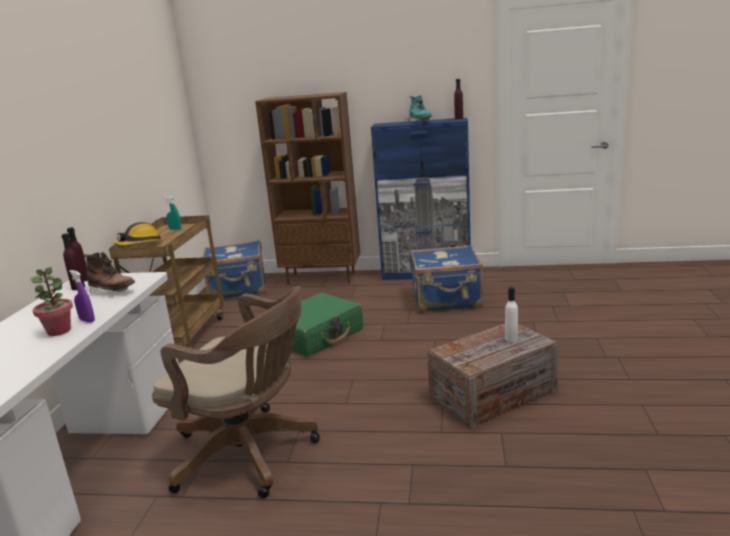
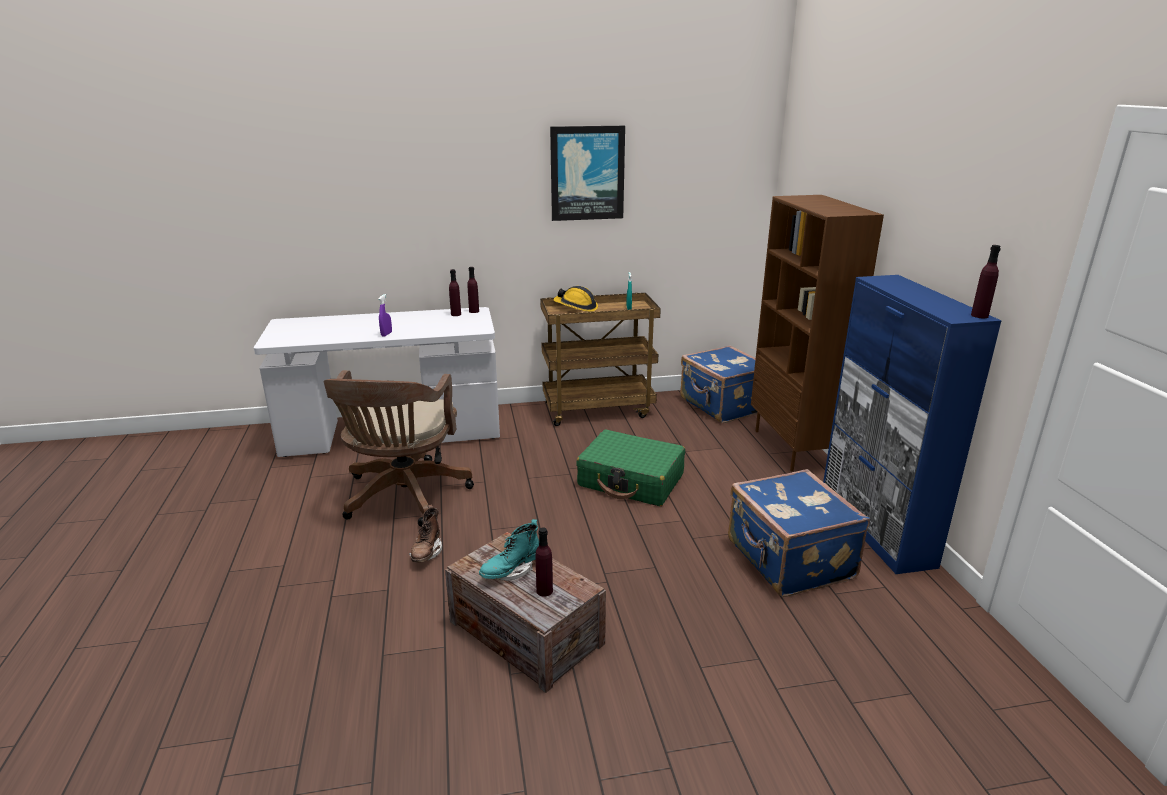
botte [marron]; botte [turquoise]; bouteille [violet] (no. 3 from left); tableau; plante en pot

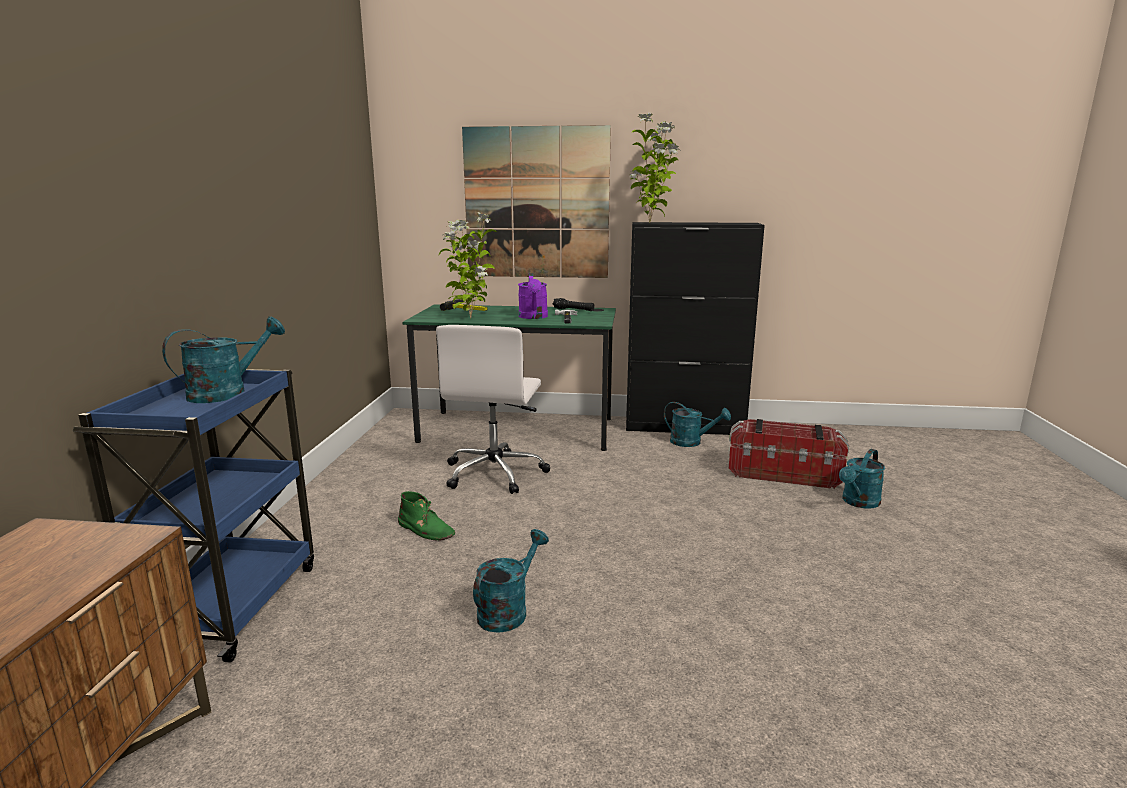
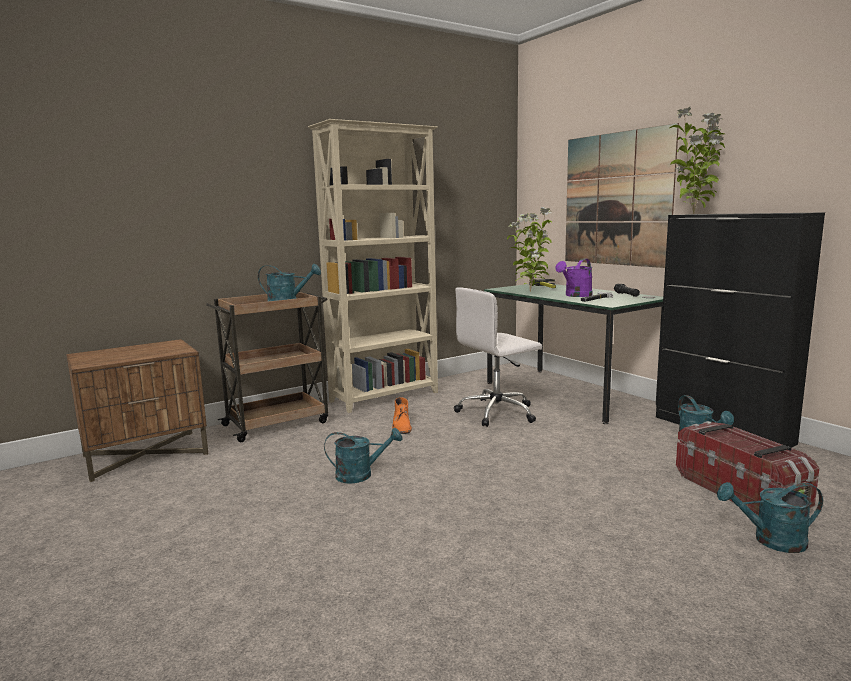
chariot [marron]; bibliothèque [beige]; botte [orange]

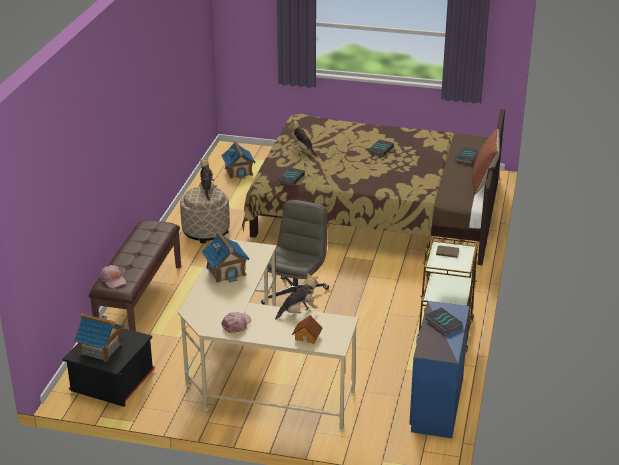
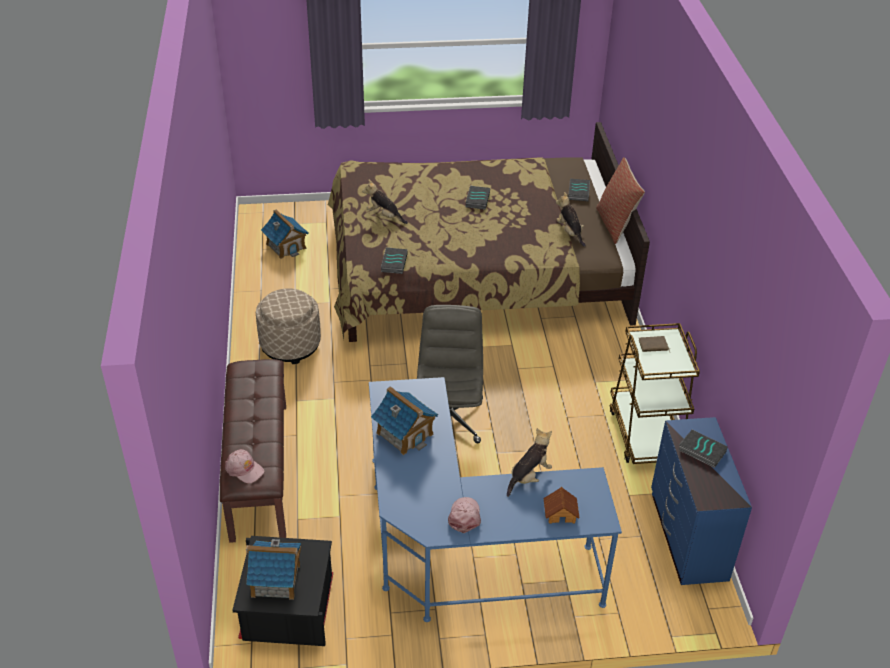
bureau [bleu]; peluche (no. 3 from left)

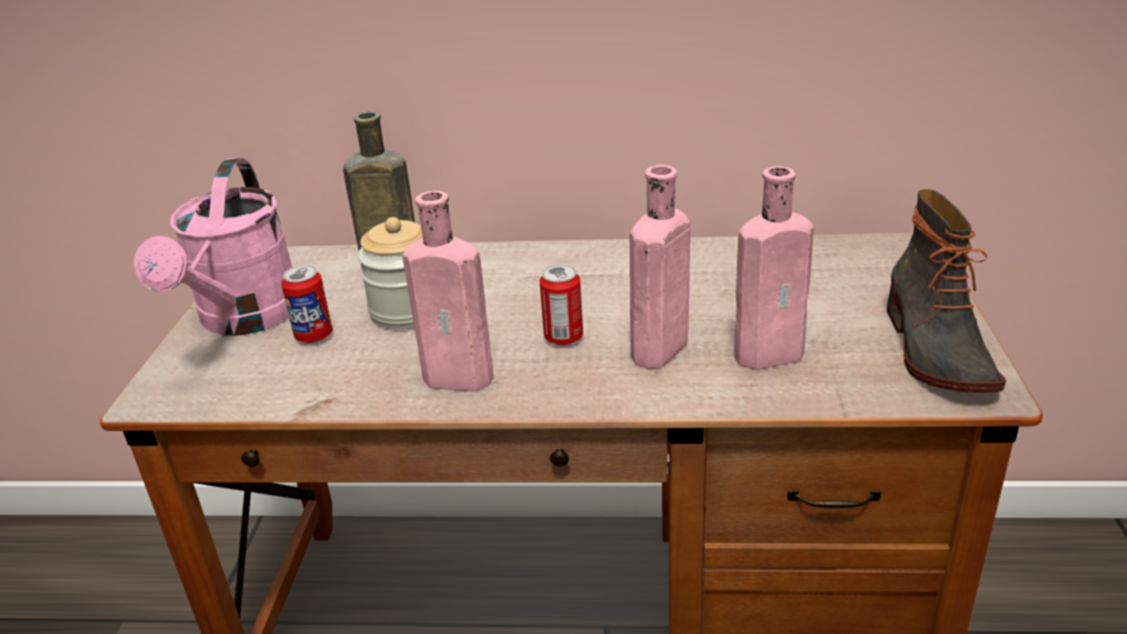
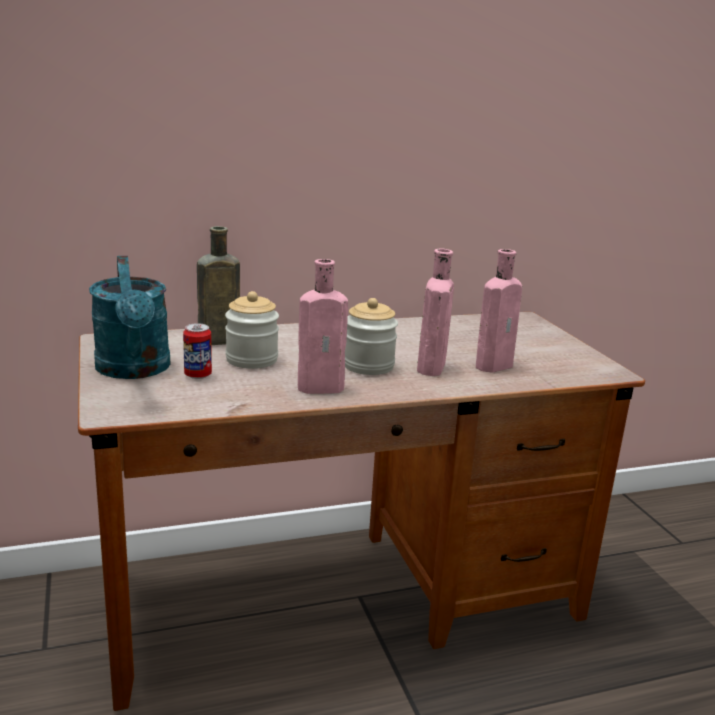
arrosoir [turquoise]; bocal (no. 2 from left); botte

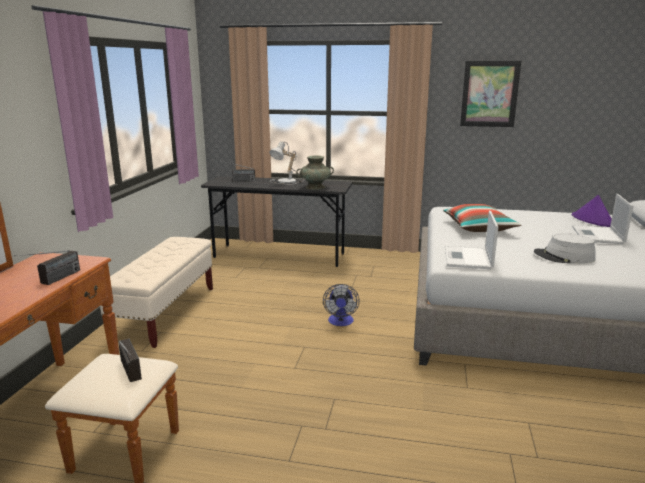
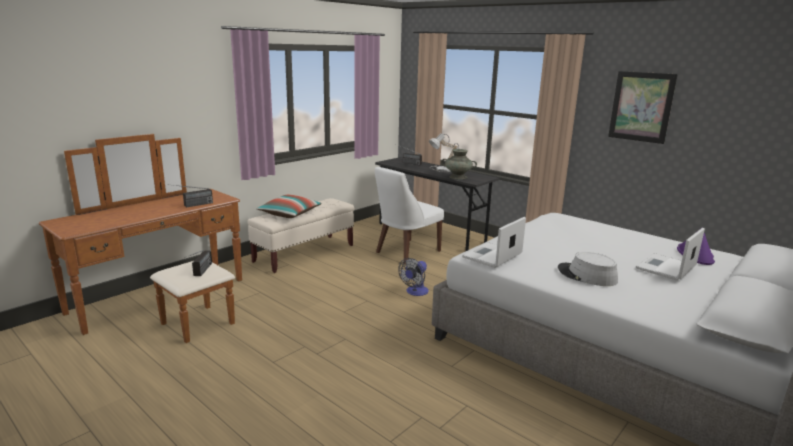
coussin; chaise [blanc]

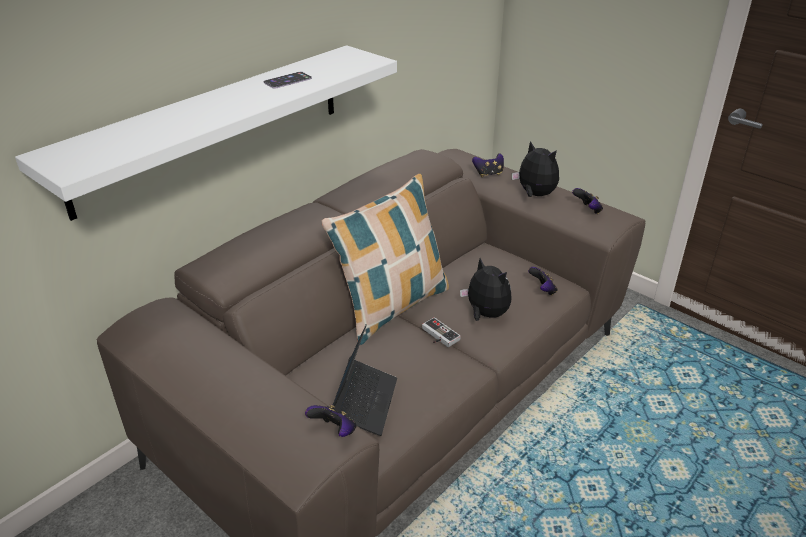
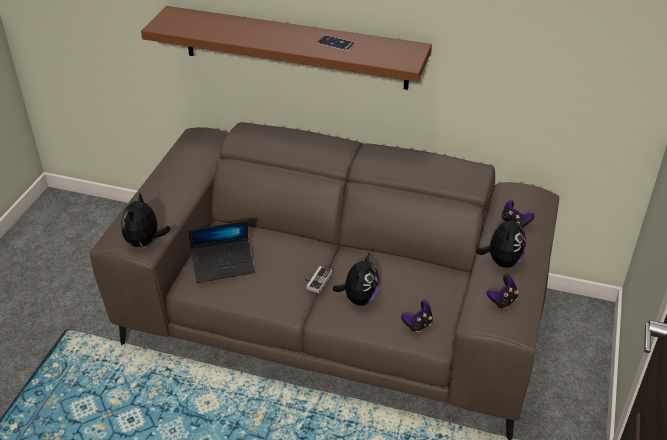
peluche (no. 1 from left); étagère [marron]; coussin

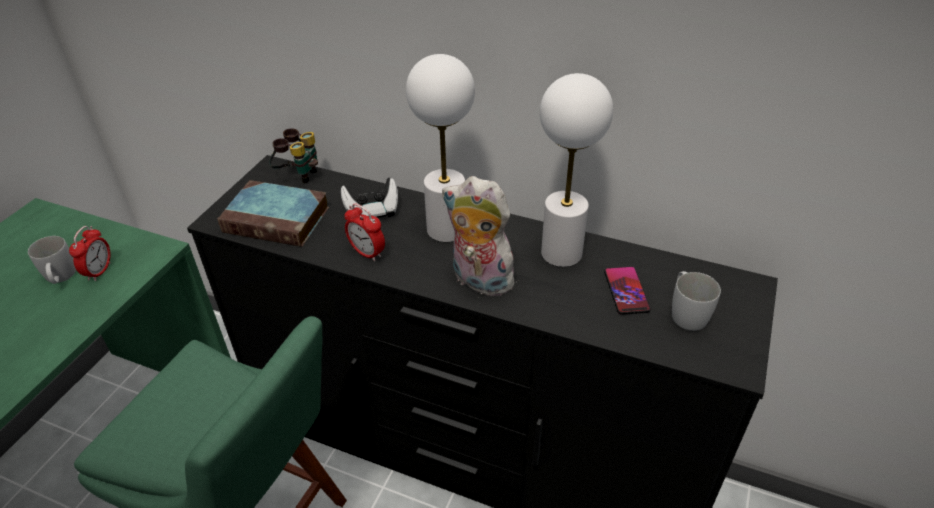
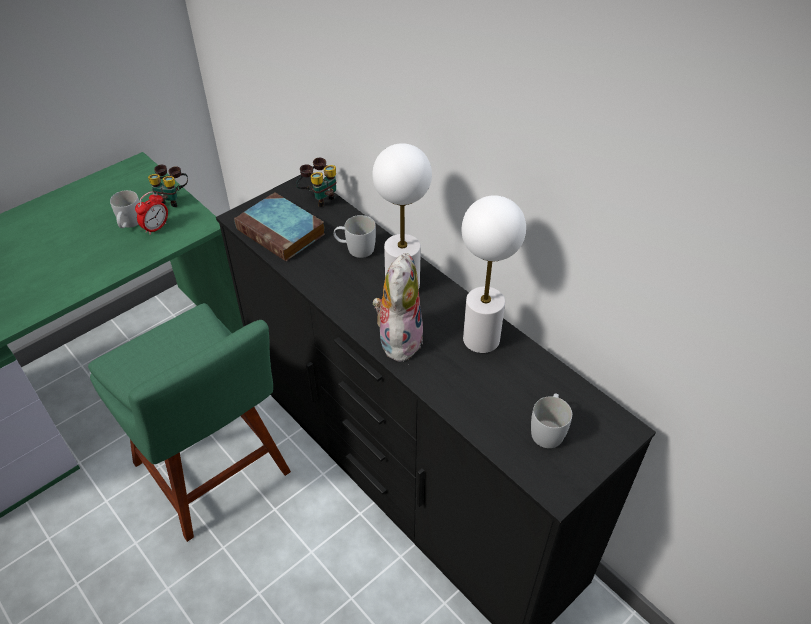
jumelles (no. 1 from left); mug [blanc] (no. 2 from left); peluche; réveil (no. 2 from left in the first image); téléphone

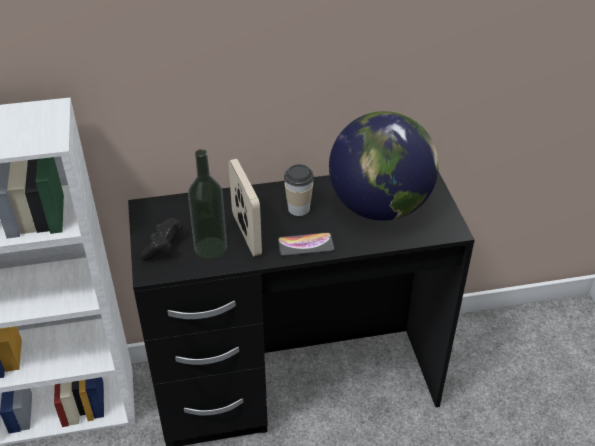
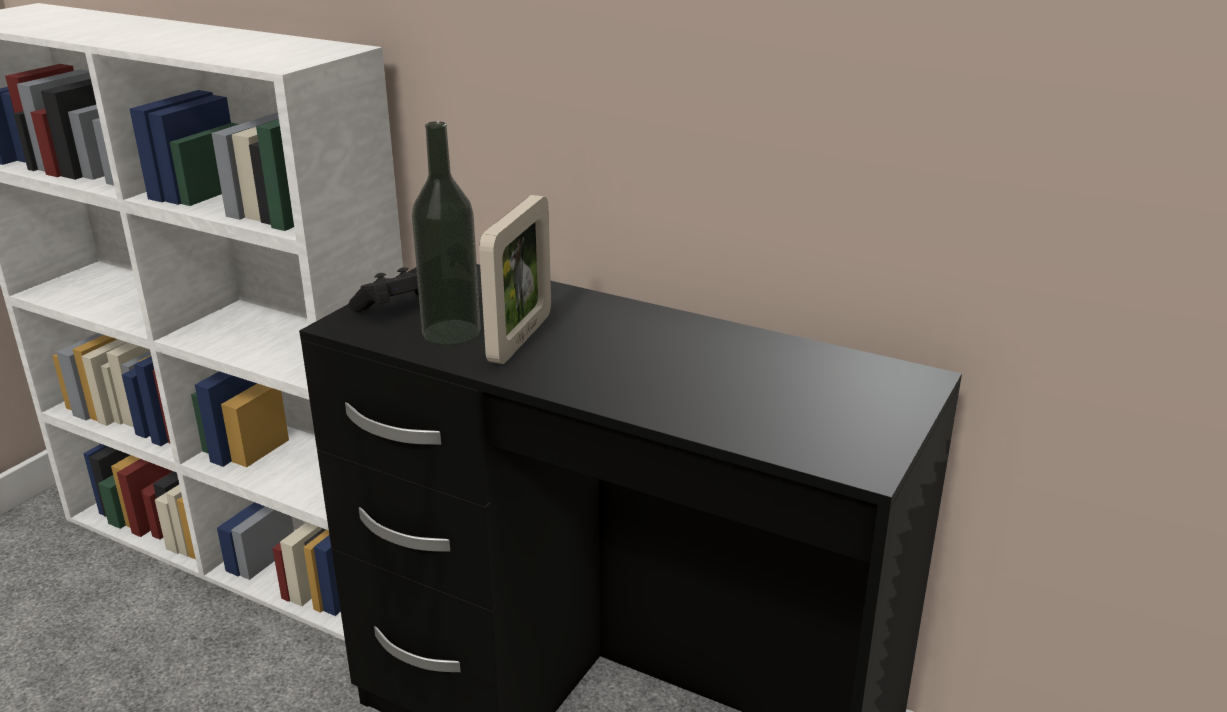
téléphone; tasse; globe

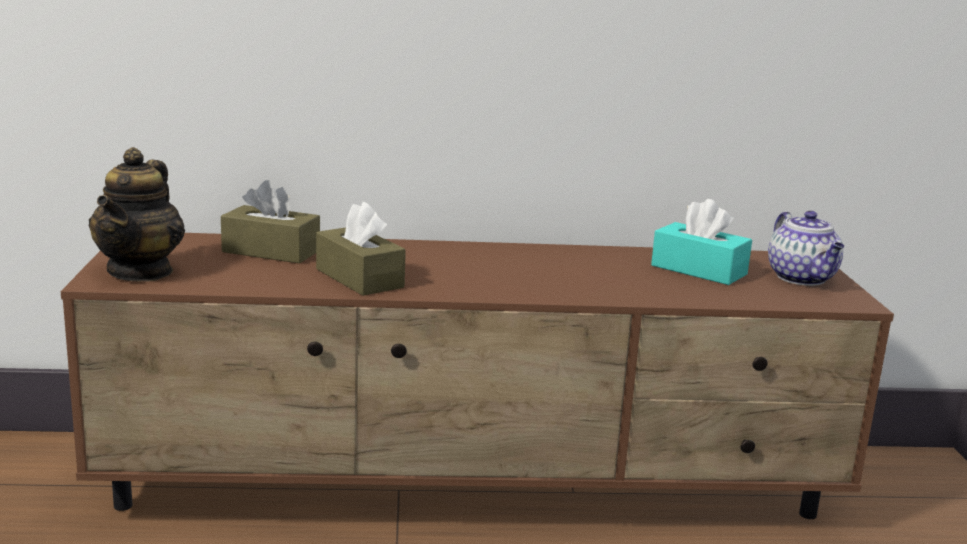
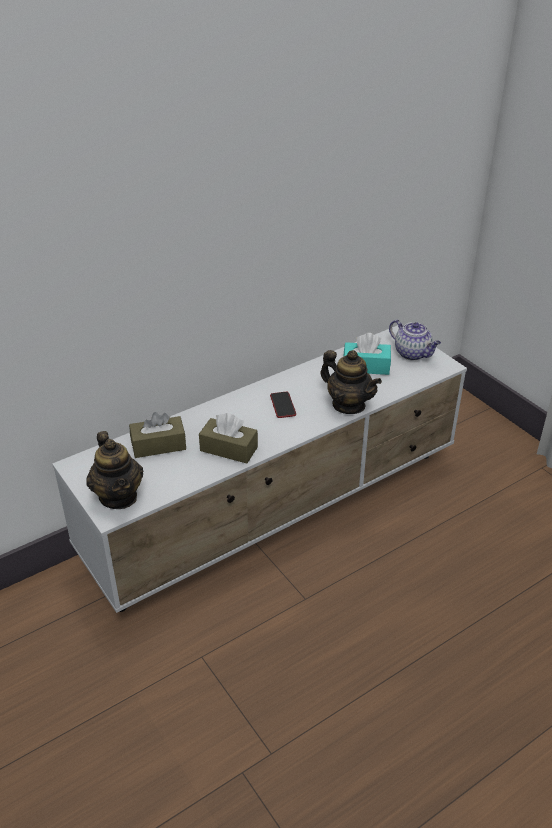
meuble télé [blanc]; téléphone; théière (no. 2 from left)

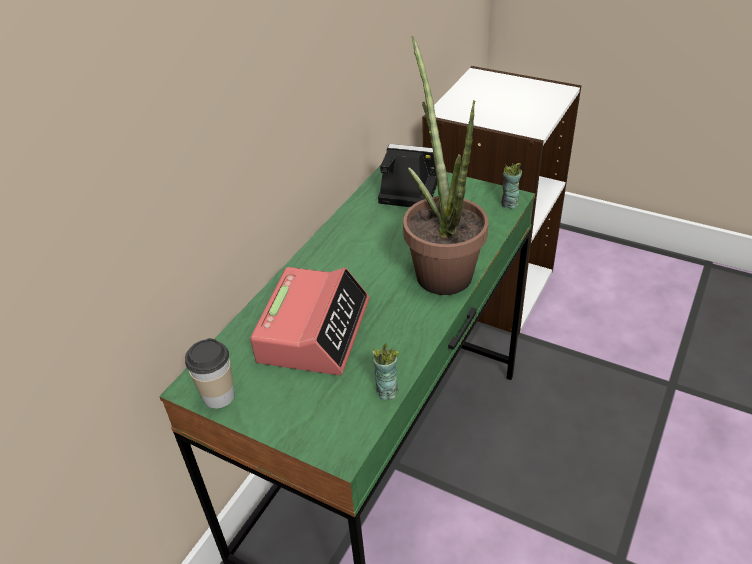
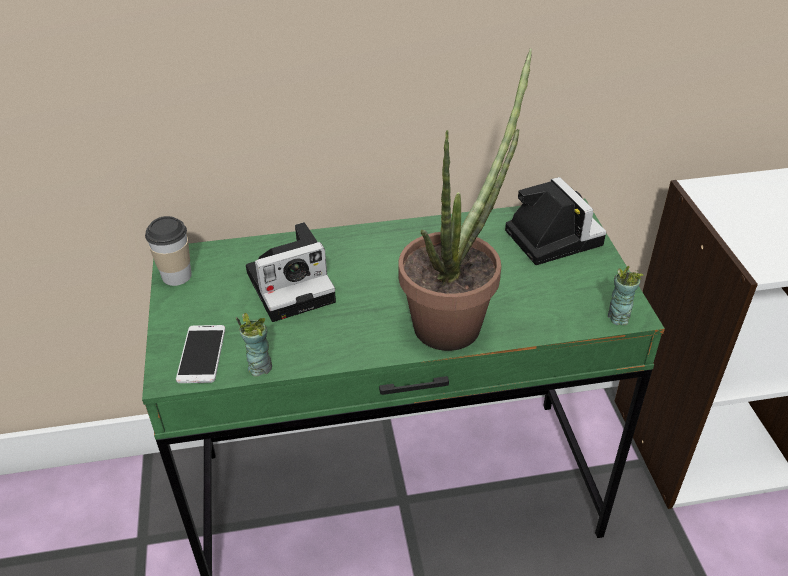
téléphone; appareil photo (no. 1 from left)

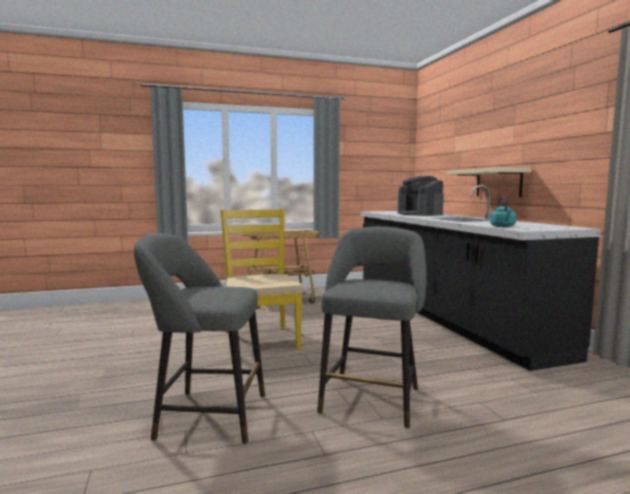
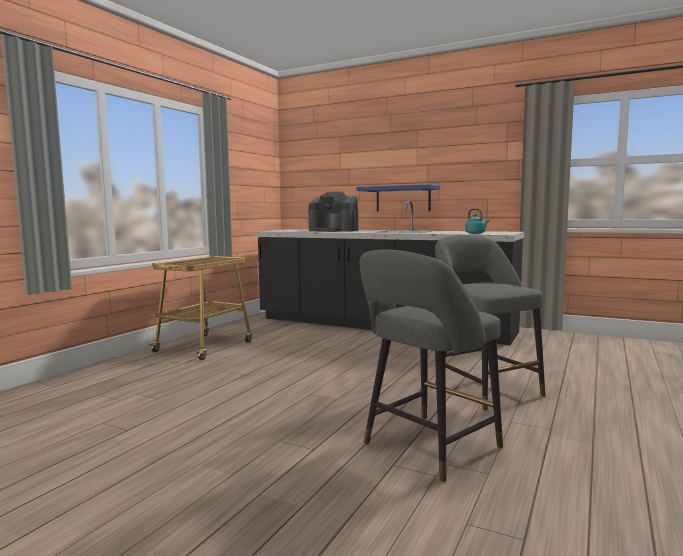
étagère [bleu]; chaise [jaune]

